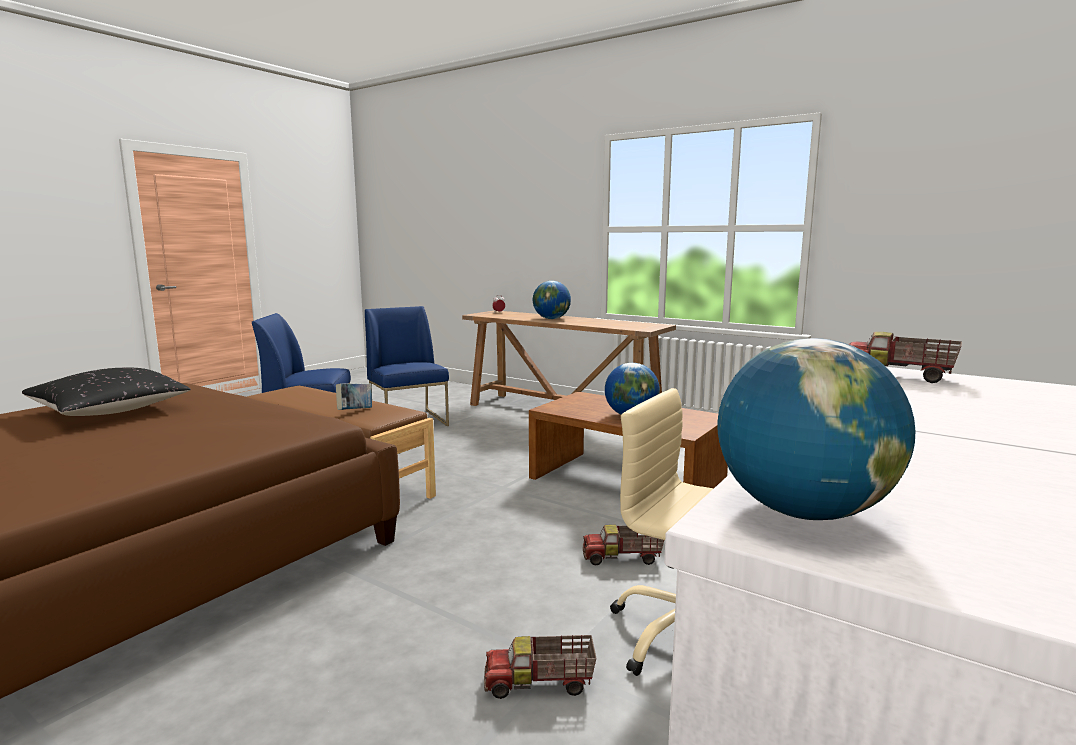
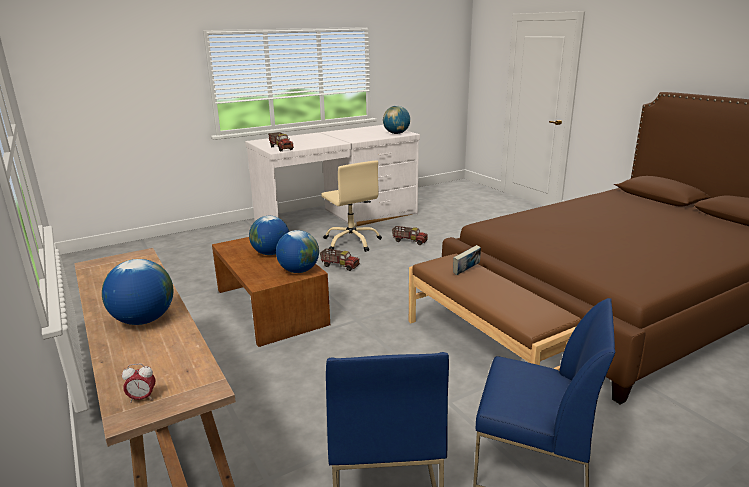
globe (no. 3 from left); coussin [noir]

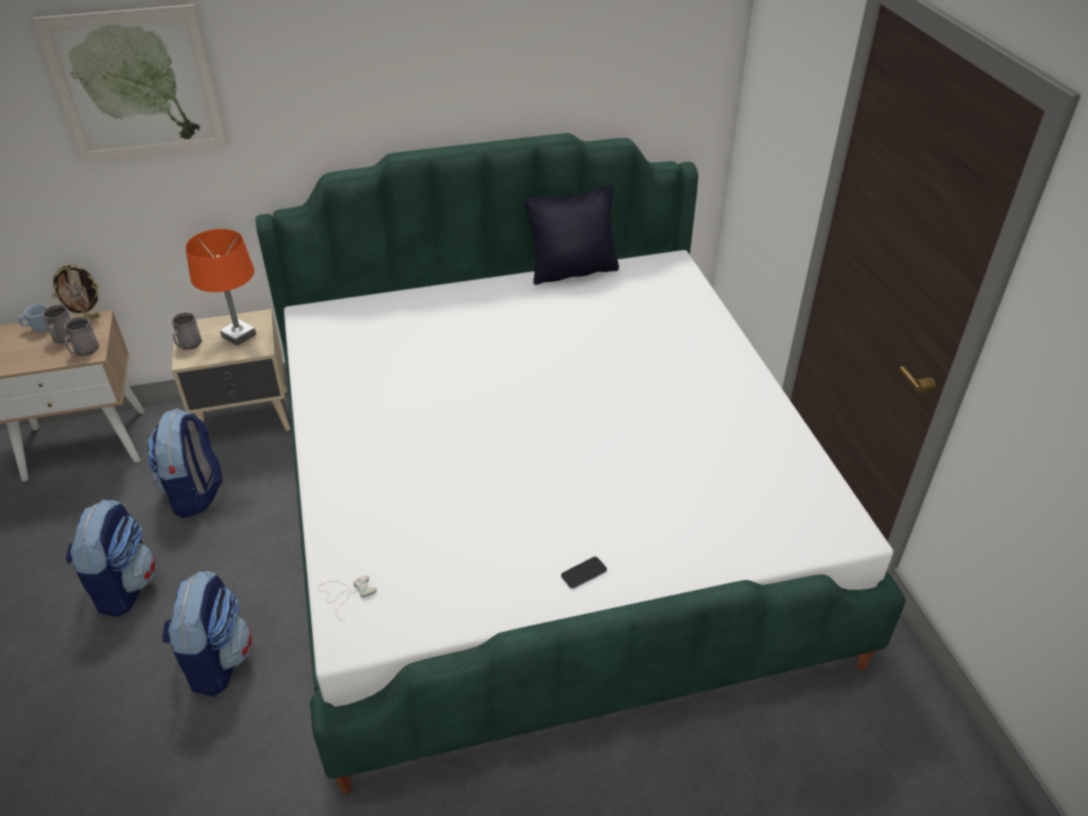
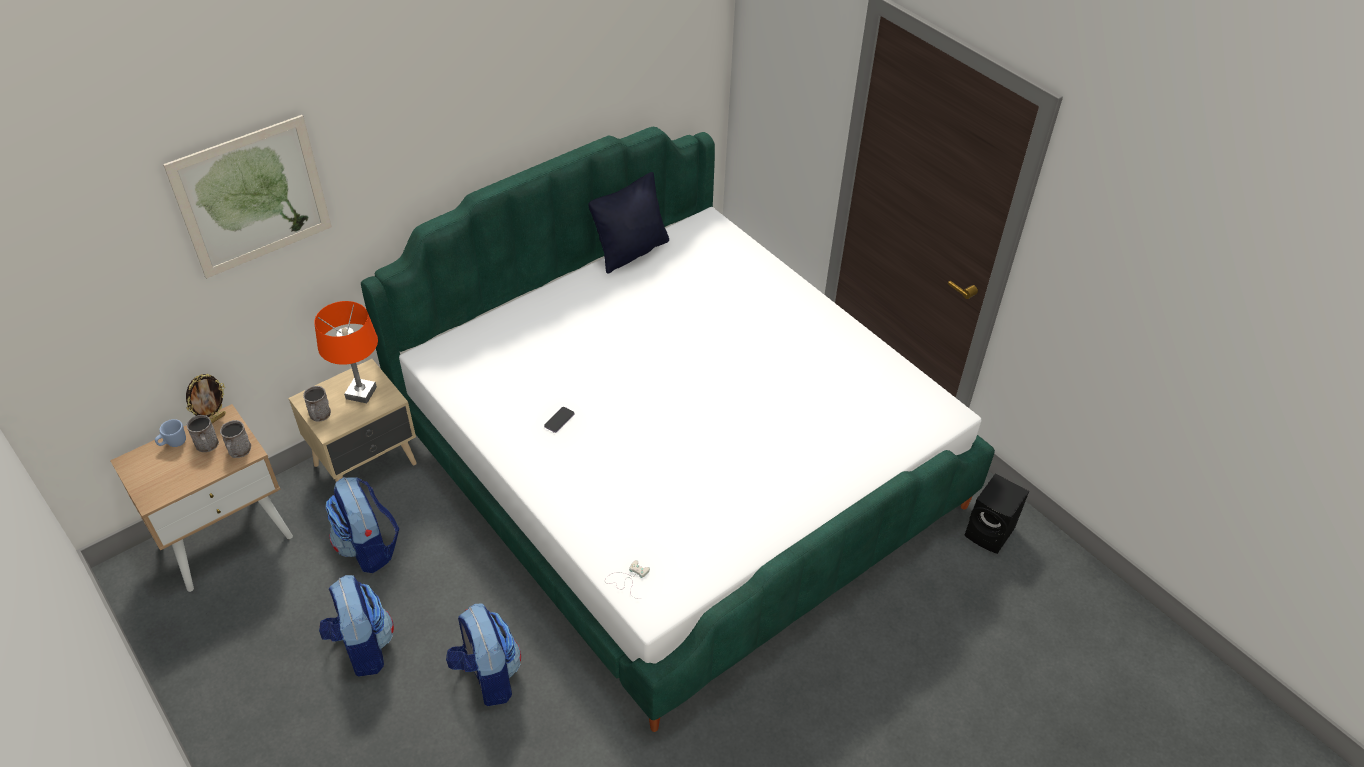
téléphone; enceinte [noir]

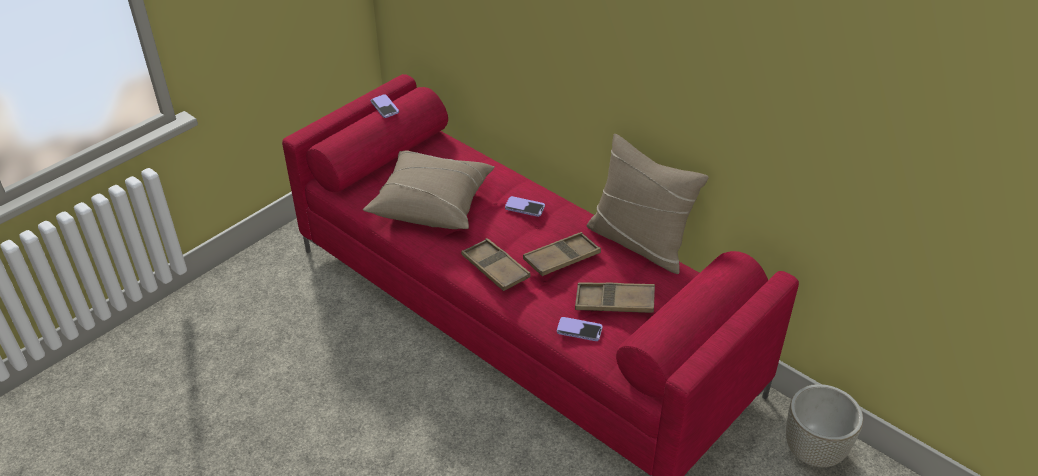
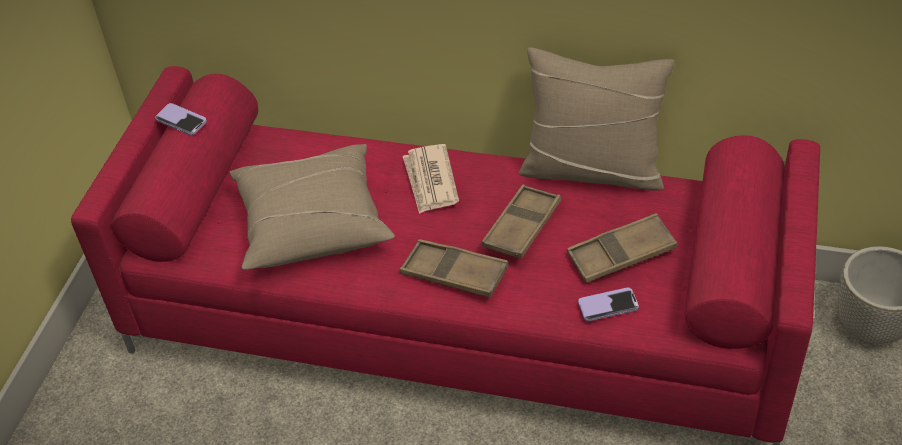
journal

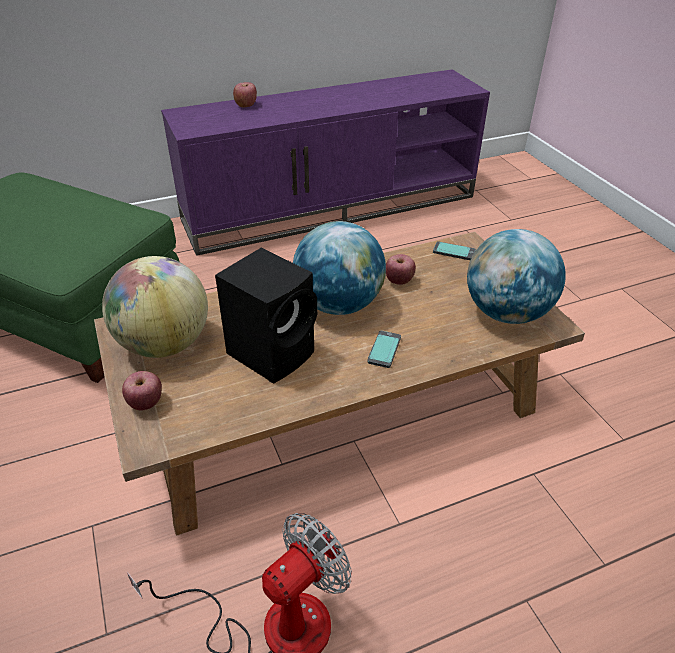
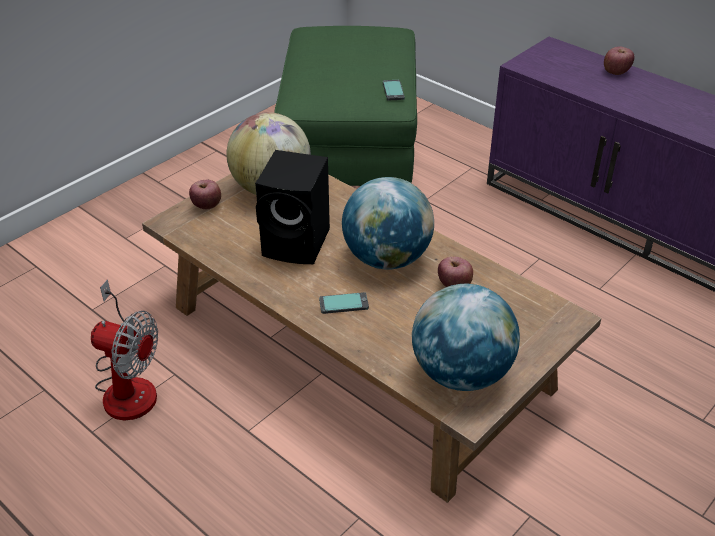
téléphone (no. 2 from left)

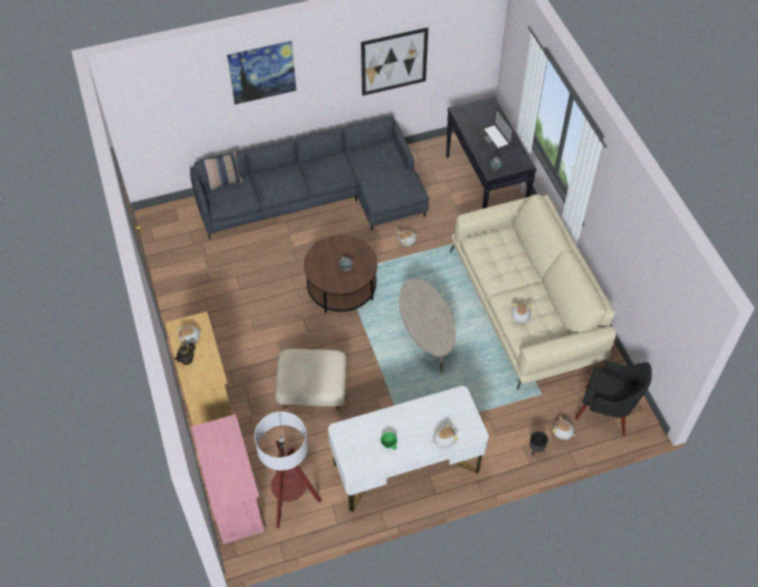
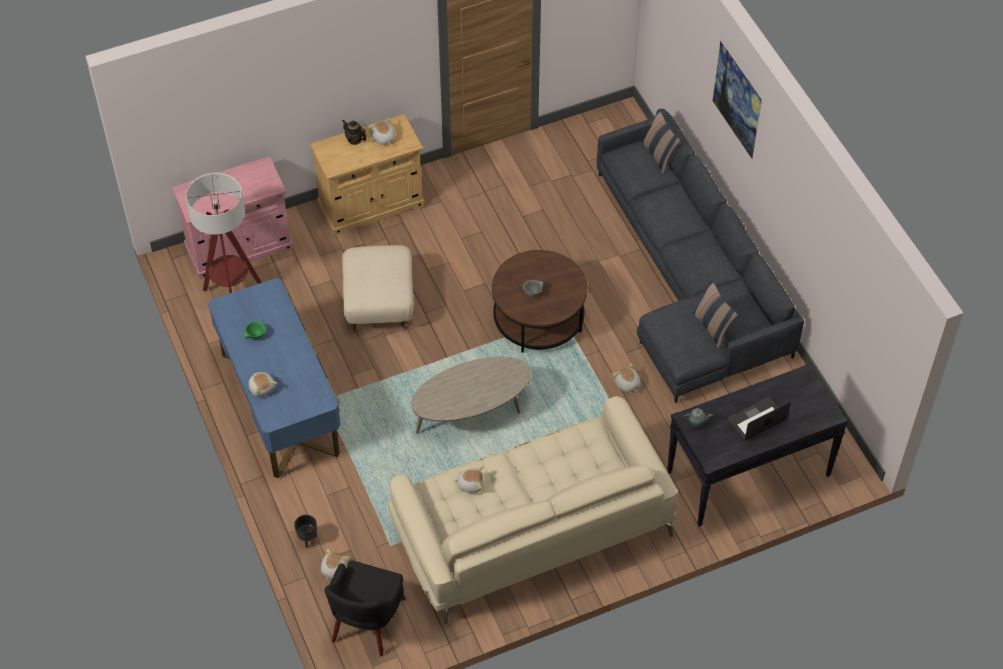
bureau [bleu]; coussin (no. 2 from left); tableau (no. 2 from left in the first image)

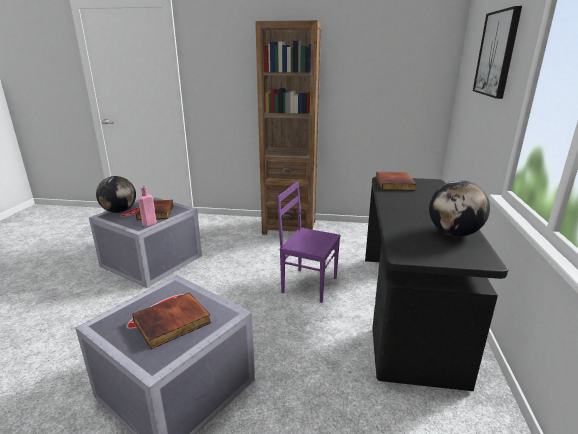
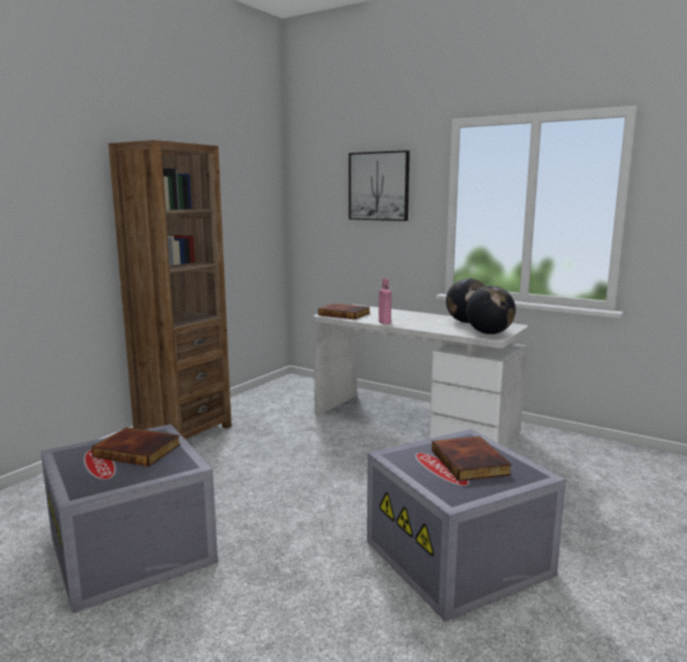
bureau [blanc]; bouteille [rose]; globe (no. 2 from left); chaise [violet]

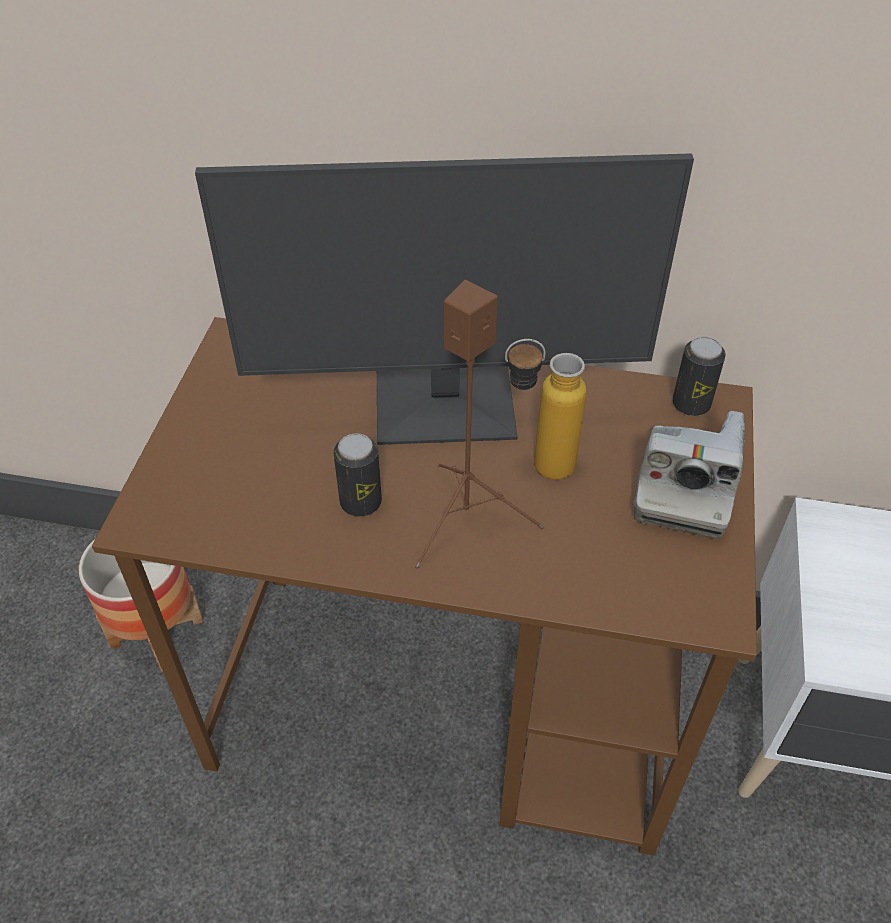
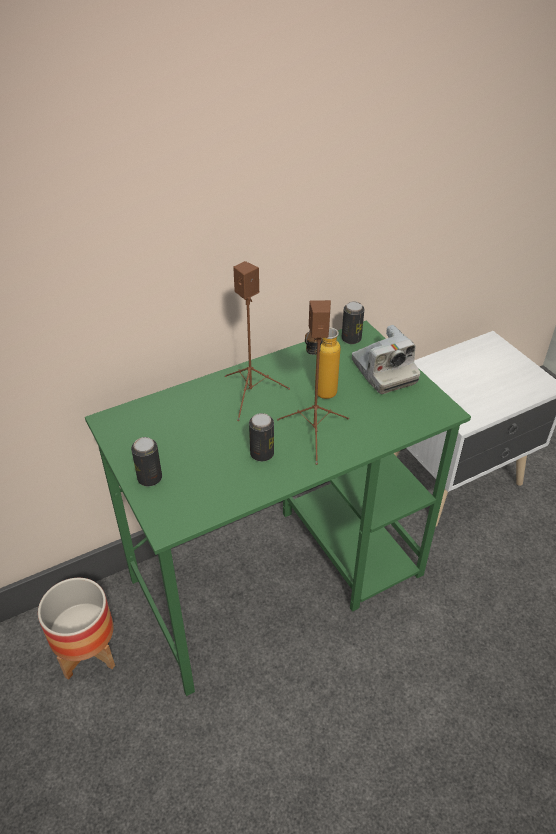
bureau [vert]; boîte métallique (no. 1 from left); enceinte [marron] (no. 1 from left)

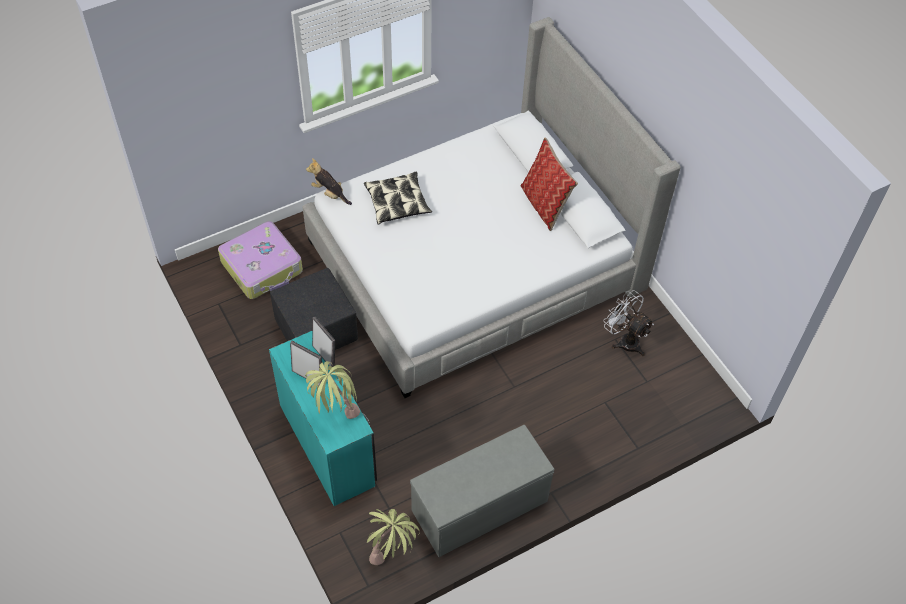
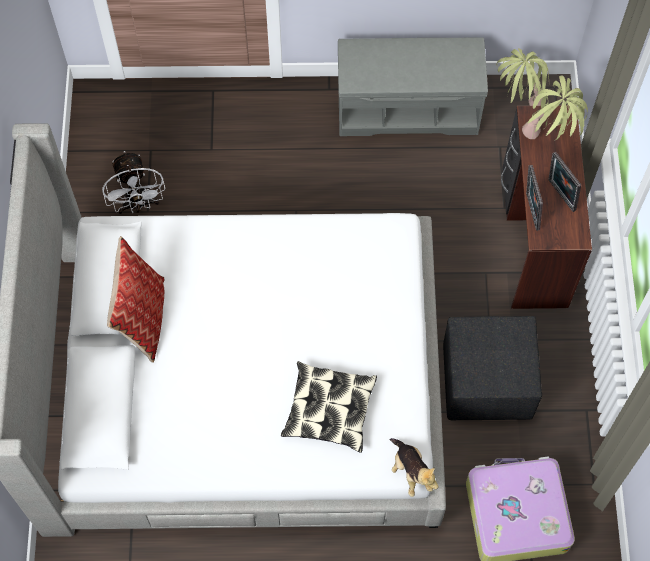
bureau [marron]

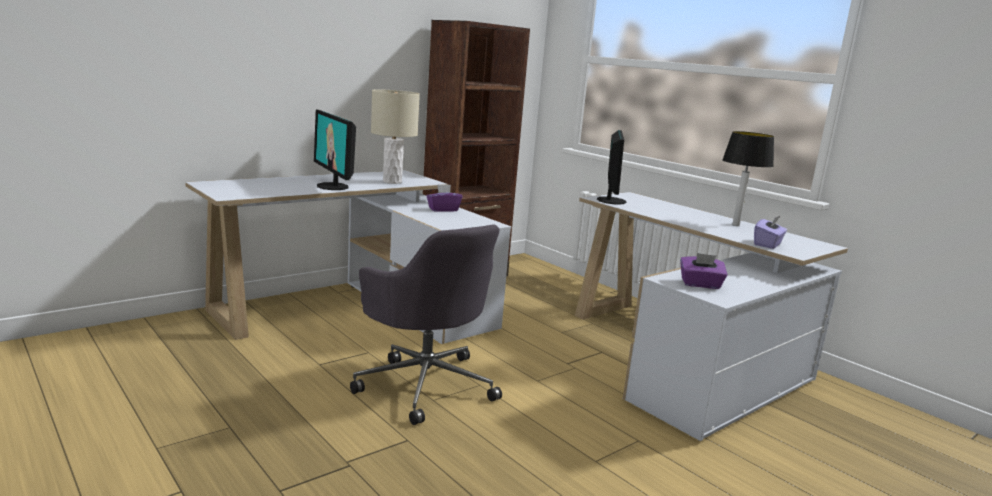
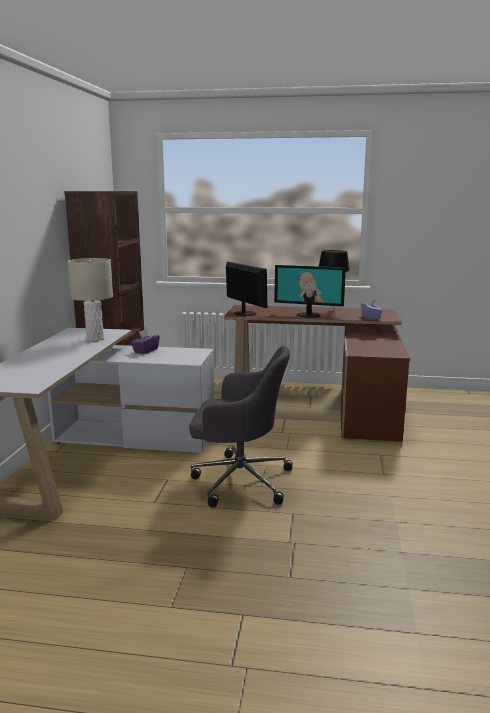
bureau [marron]; écran d'ordinateur (no. 2 from left); boîte à mouchoirs [violet] (no. 2 from left in the first image)

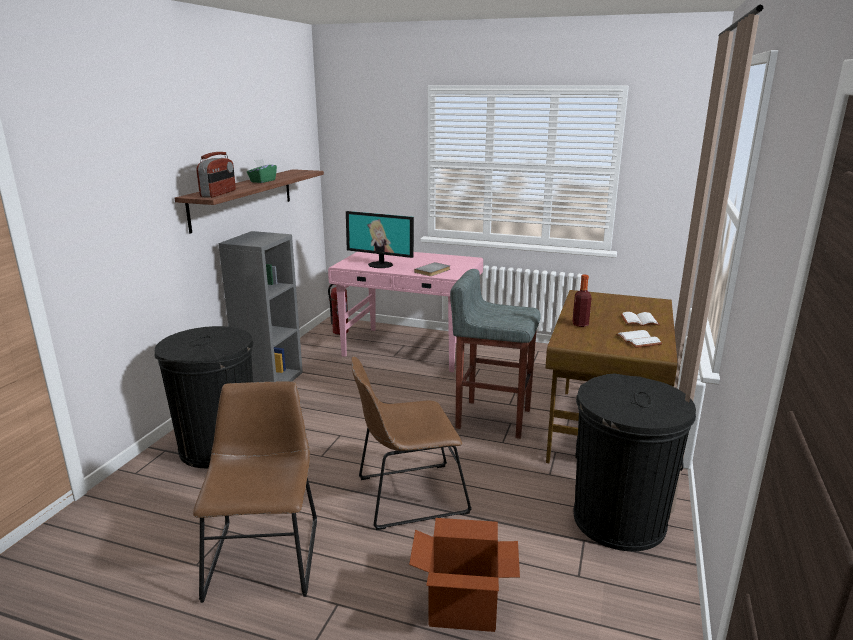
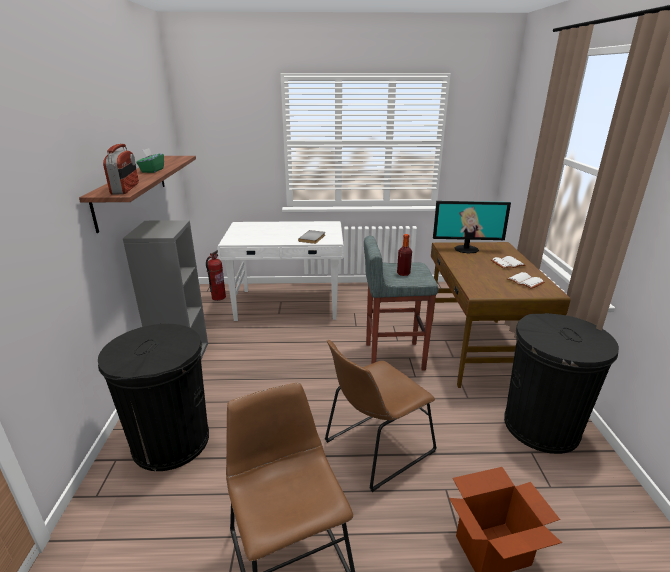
bureau [blanc]; bouteille; écran d'ordinateur

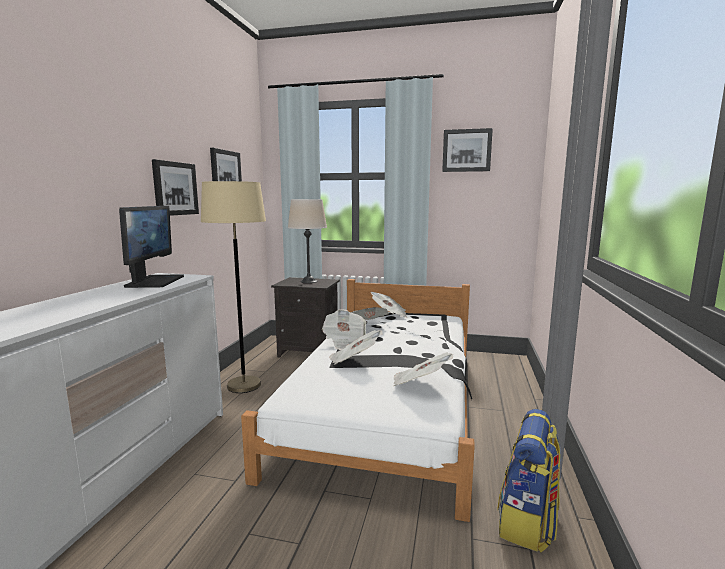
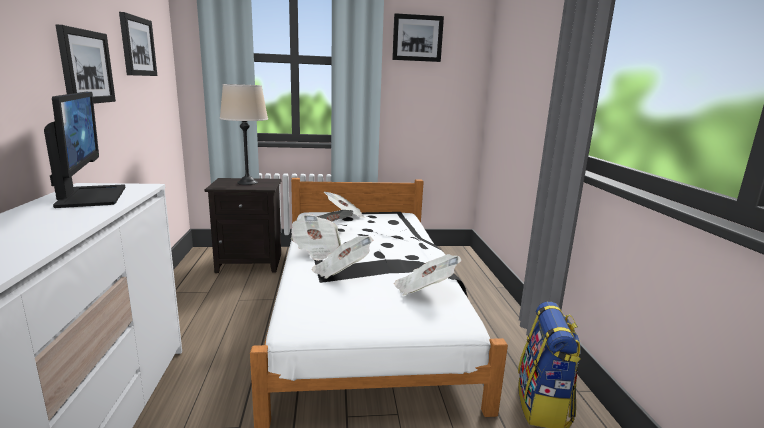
lampadaire [beige]

